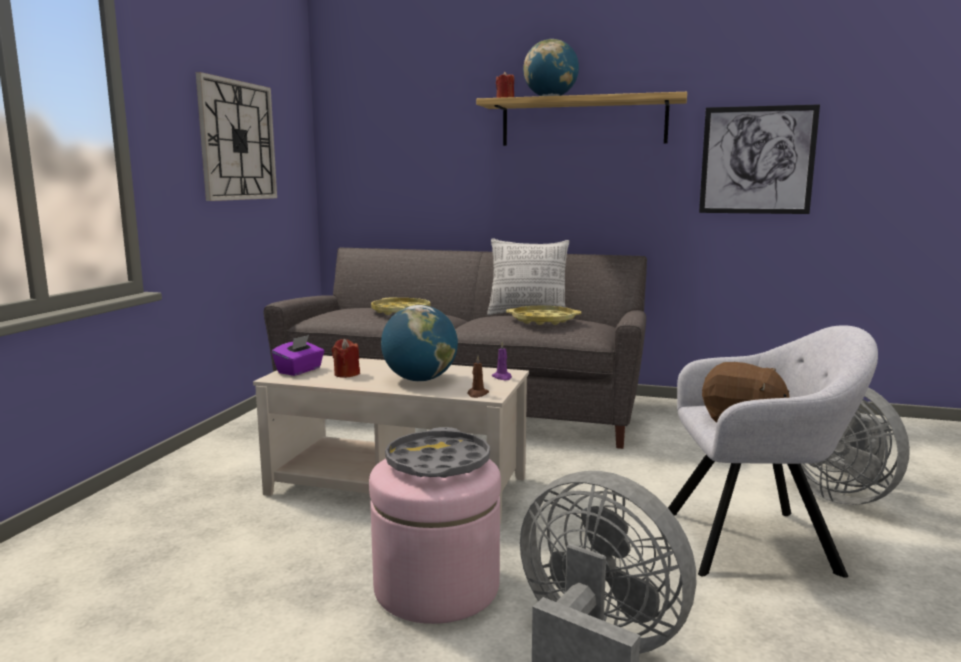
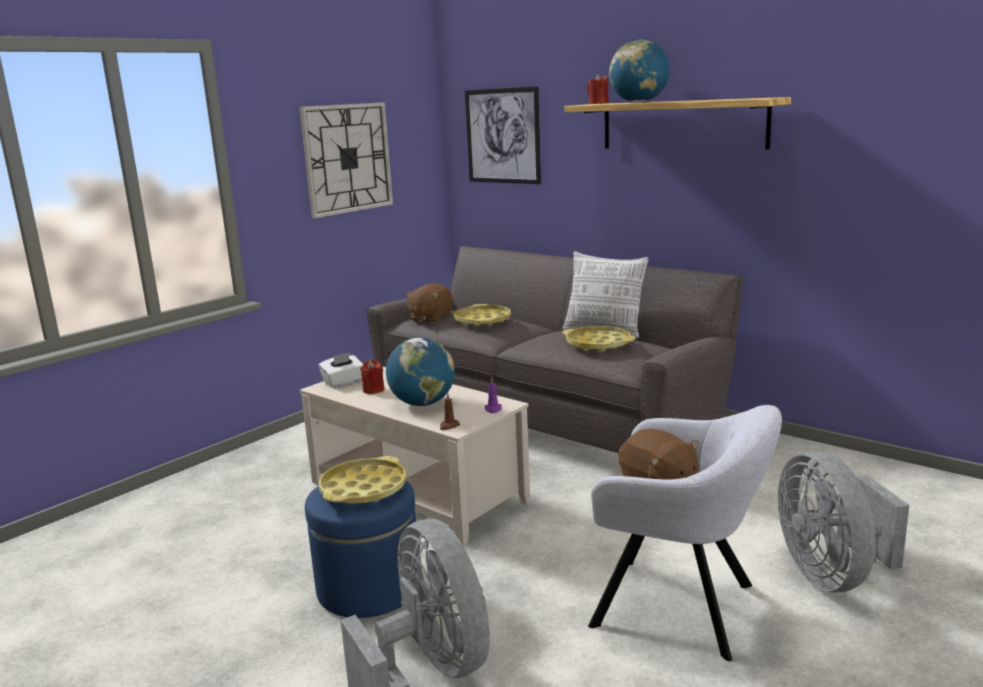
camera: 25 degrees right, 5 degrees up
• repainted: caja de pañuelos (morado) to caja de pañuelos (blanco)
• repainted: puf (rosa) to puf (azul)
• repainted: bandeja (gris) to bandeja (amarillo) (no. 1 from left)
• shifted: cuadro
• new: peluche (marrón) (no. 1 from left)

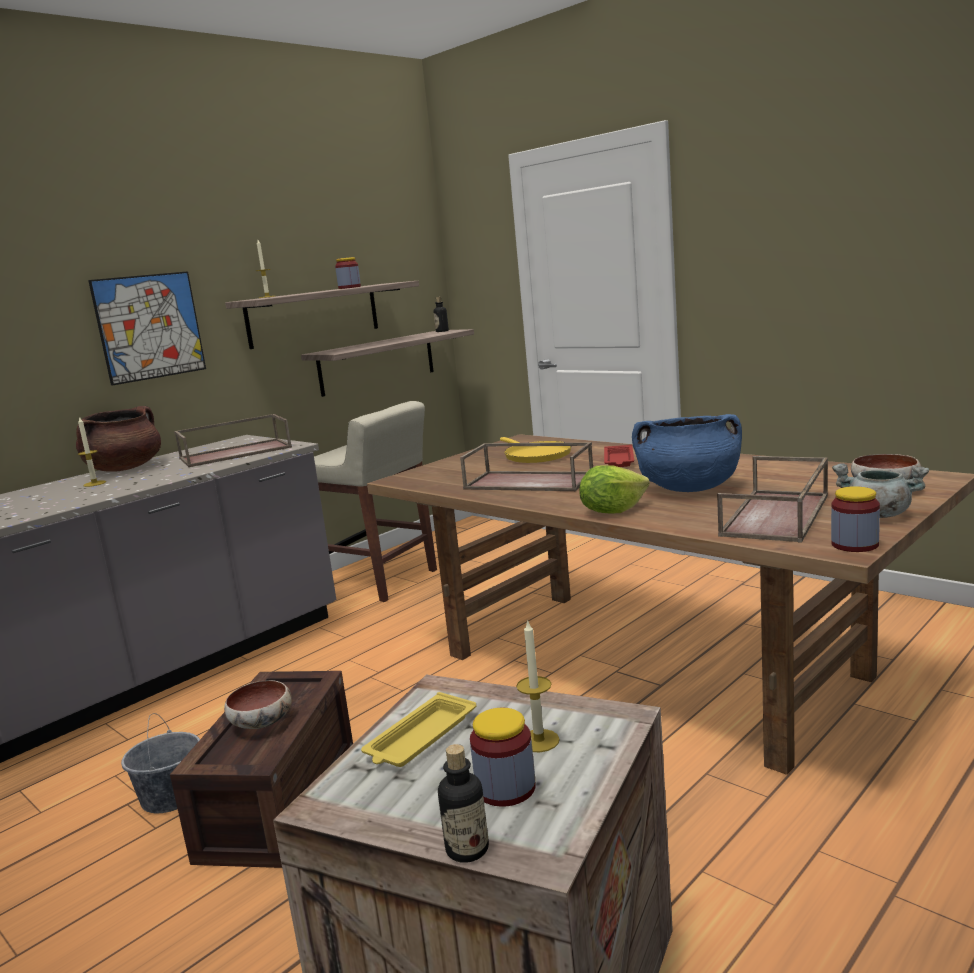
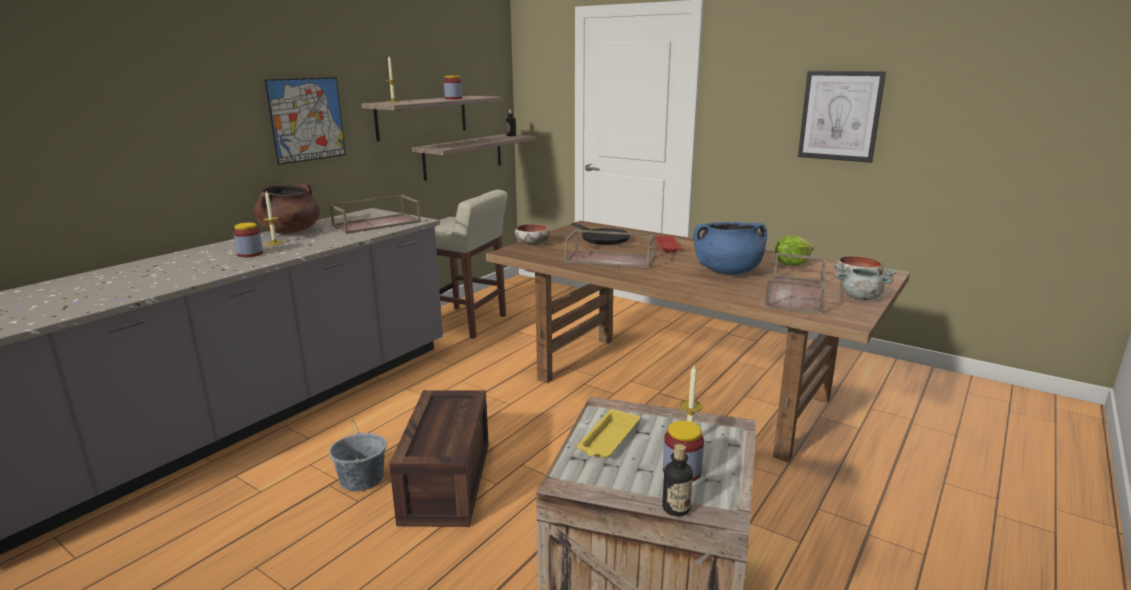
camera: 10 degrees left, 5 degrees up
• shifted: cuenco (no. 1 from left)
• repainted: sartén (amarillo) to sartén (negro)
• shifted: lechuga
• shifted: tarro (no. 3 from left in the first image) to tarro (no. 1 from left)
• new: cuadro (no. 2 from left)

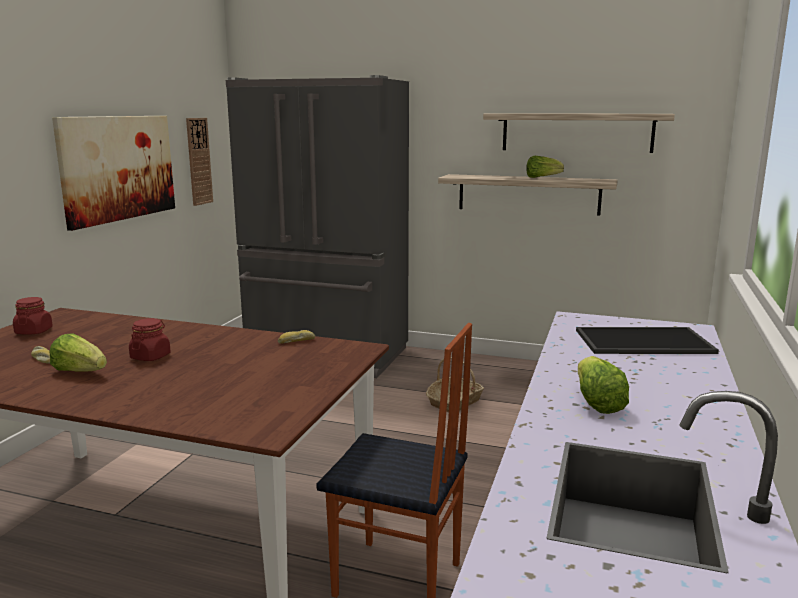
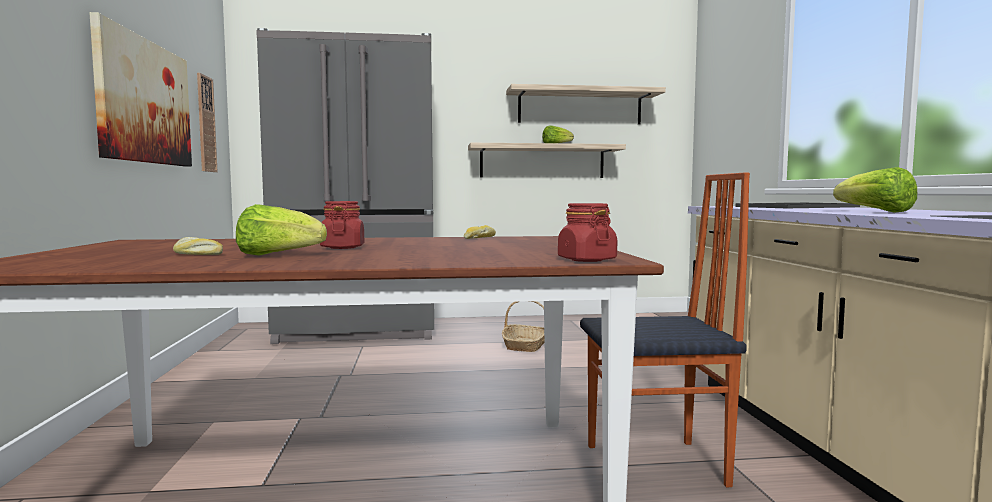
camera: 25 degrees left, 10 degrees down
• shifted: tarro (rojo) (no. 1 from left in the first image) to tarro (rojo) (no. 2 from left)

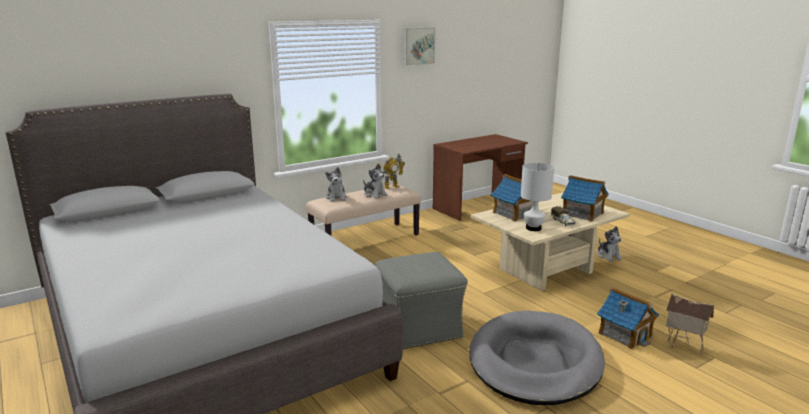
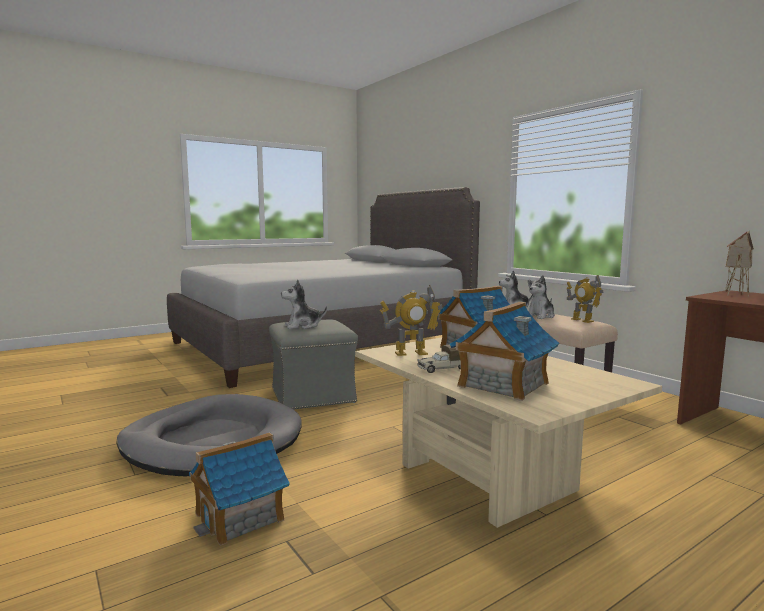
camera: 90 degrees right, 10 degrees down
• gone: cuadro
• swapped: lámpara de mesa (blanco) to robot de juguete (no. 1 from left)
• shifted: peluche (no. 3 from left in the first image) to peluche (no. 1 from left)
• shifted: casita (no. 4 from left)

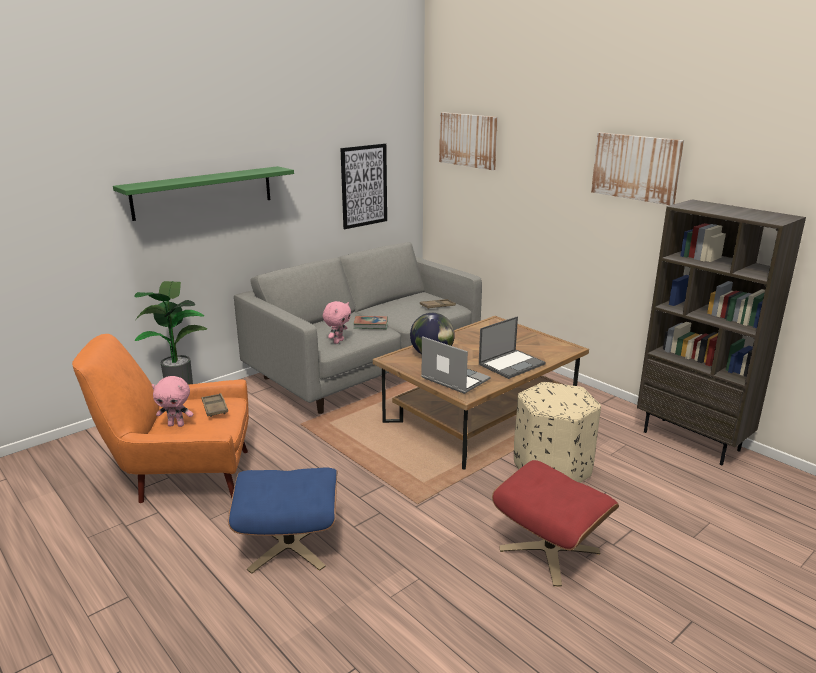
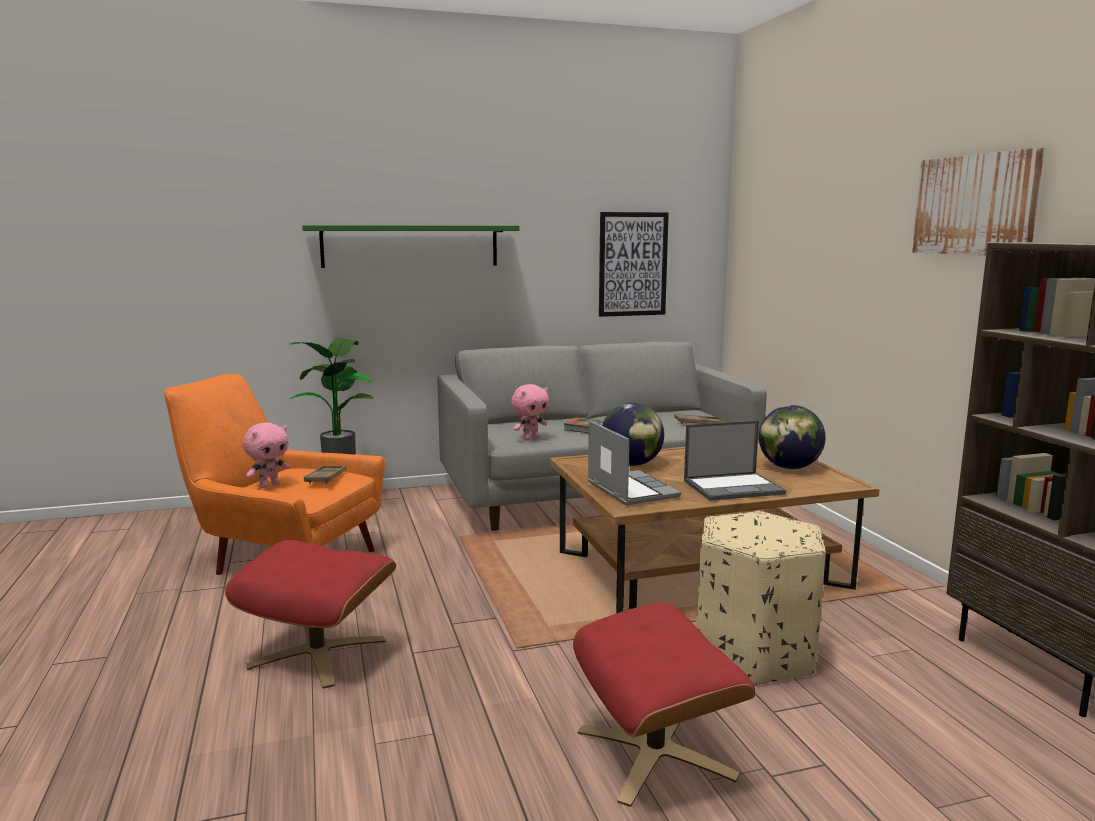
camera: 25 degrees right, 10 degrees down
• rotated: peluche (rosa) (no. 1 from left) 75 degrees counterclockwise
• repainted: puf (azul) to puf (rojo) (no. 1 from left)
• gone: cuadro (no. 2 from left)
• new: globo terráqueo (no. 2 from left)

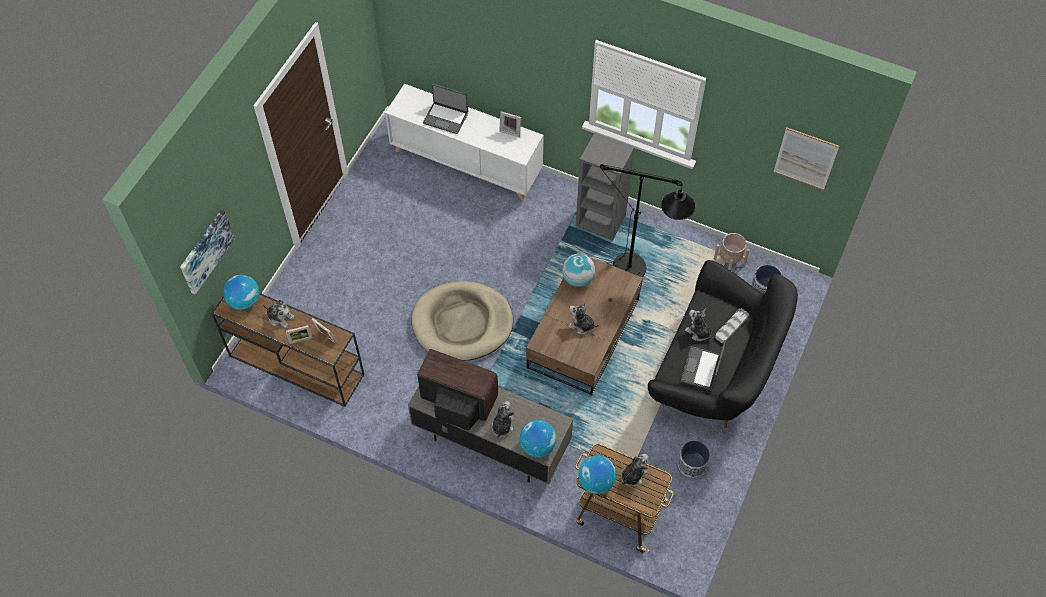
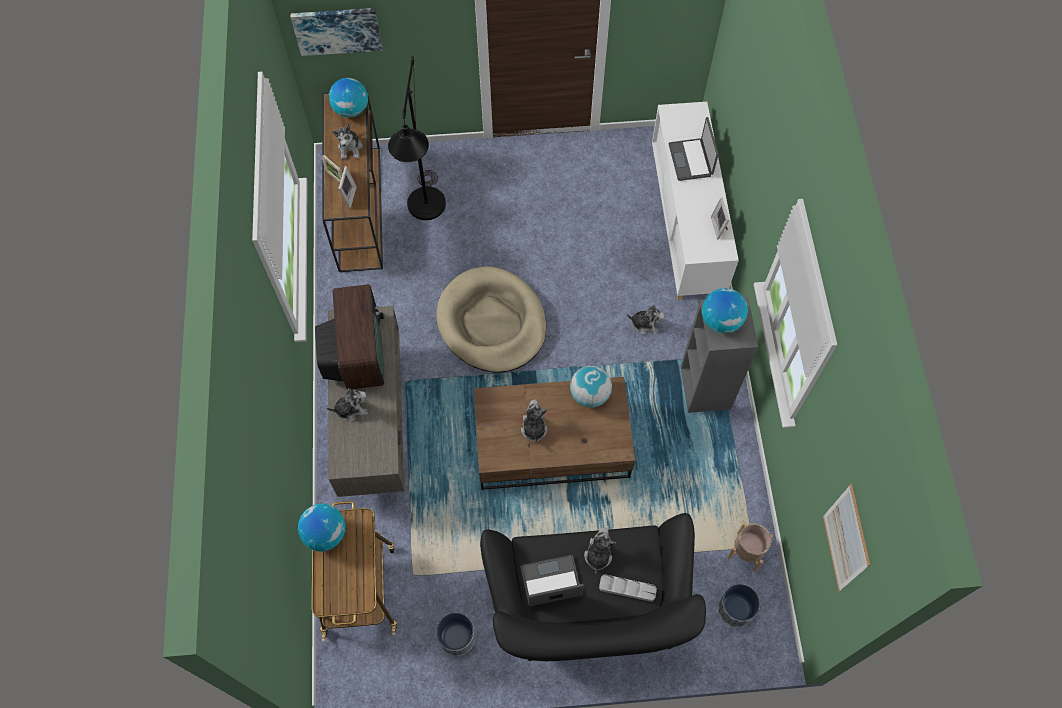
camera: 60 degrees right, 5 degrees up
• shifted: globo terráqueo (no. 2 from left in the first image) to globo terráqueo (no. 4 from left)
• shifted: lámpara de pie (negro)
• shifted: peluche (no. 4 from left in the first image) to peluche (no. 5 from left)

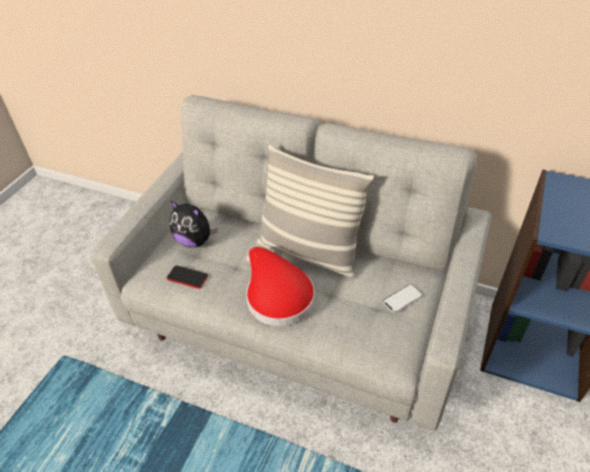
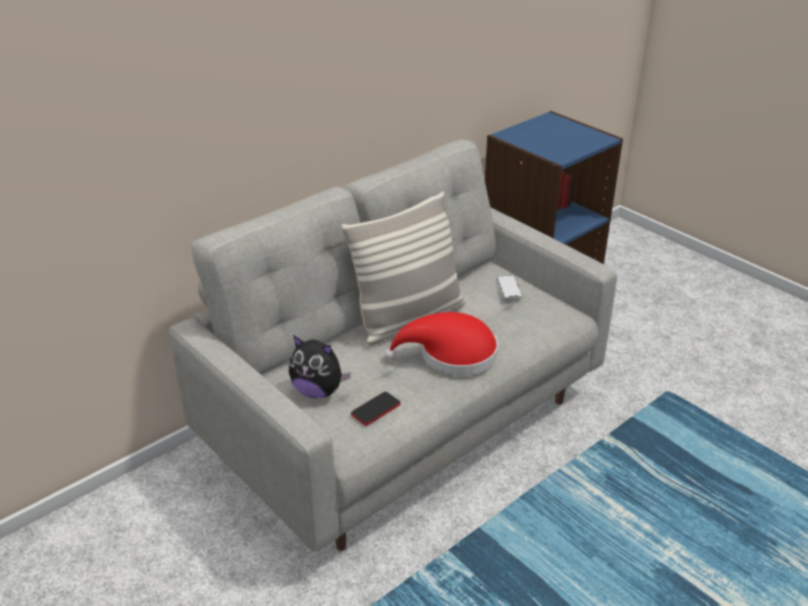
camera: 65 degrees left, 10 degrees down
• rotated: peluche 60 degrees clockwise

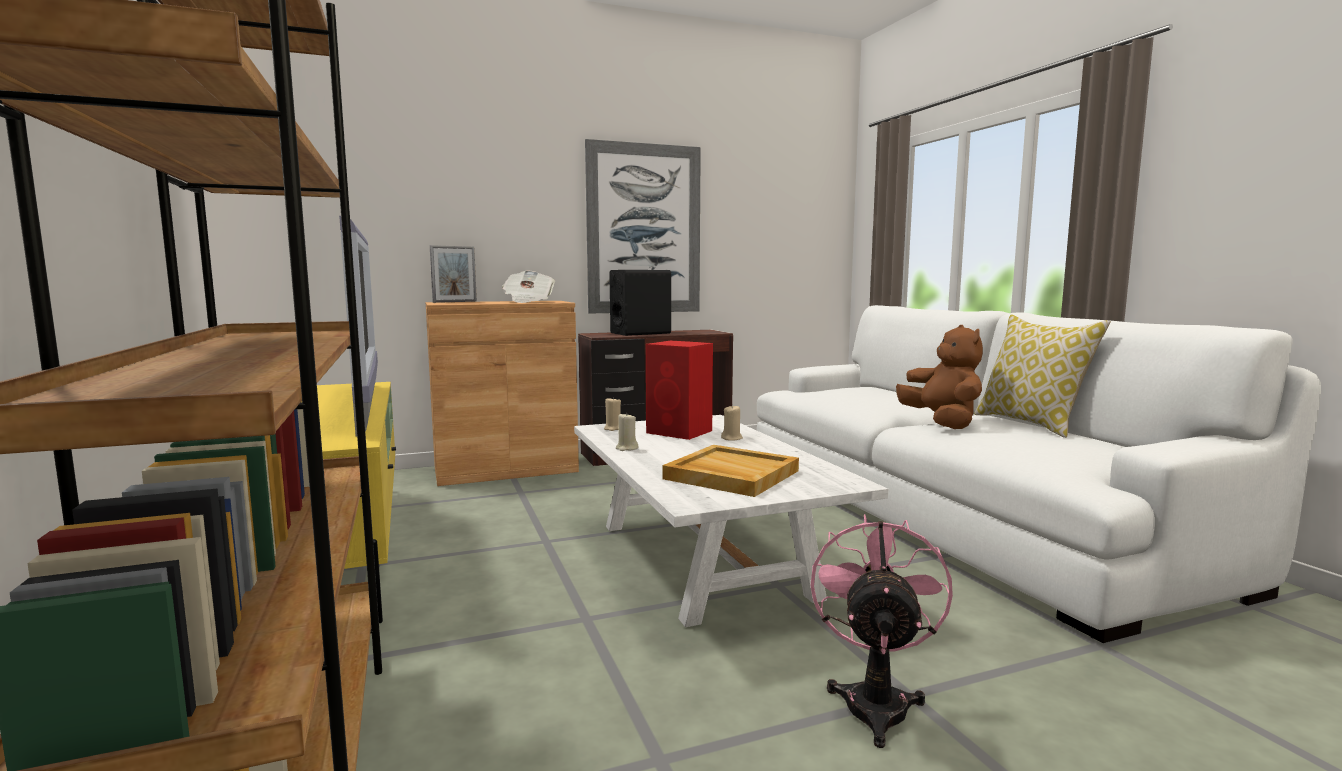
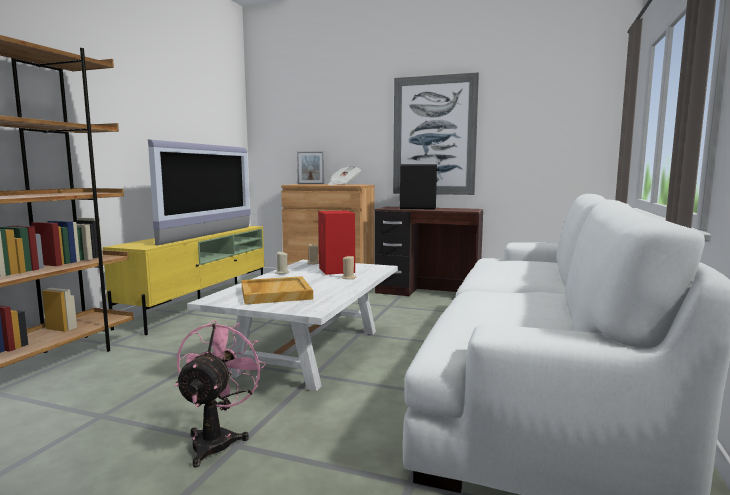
camera: 40 degrees right, 0 degrees up
• rotated: ventilador (rosa) 45 degrees counterclockwise
• gone: peluche (marrón)
• gone: cojín

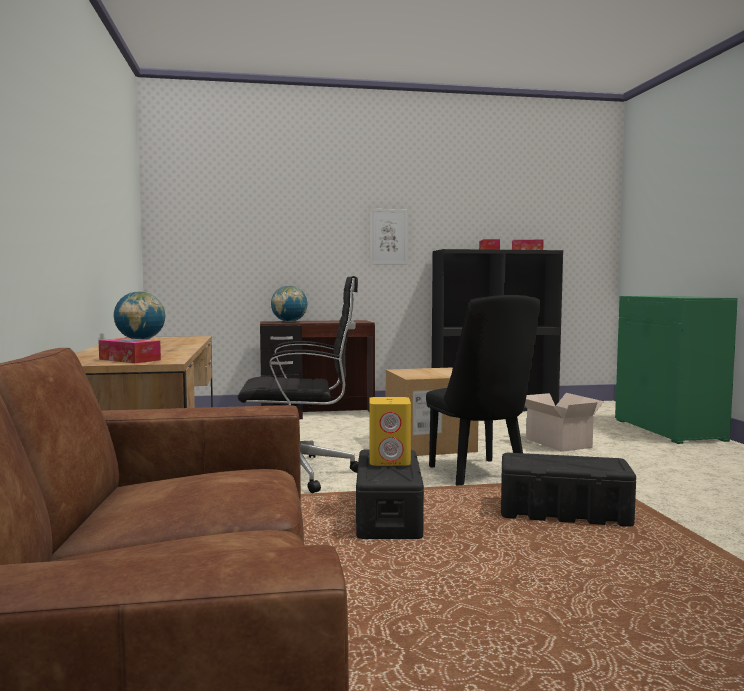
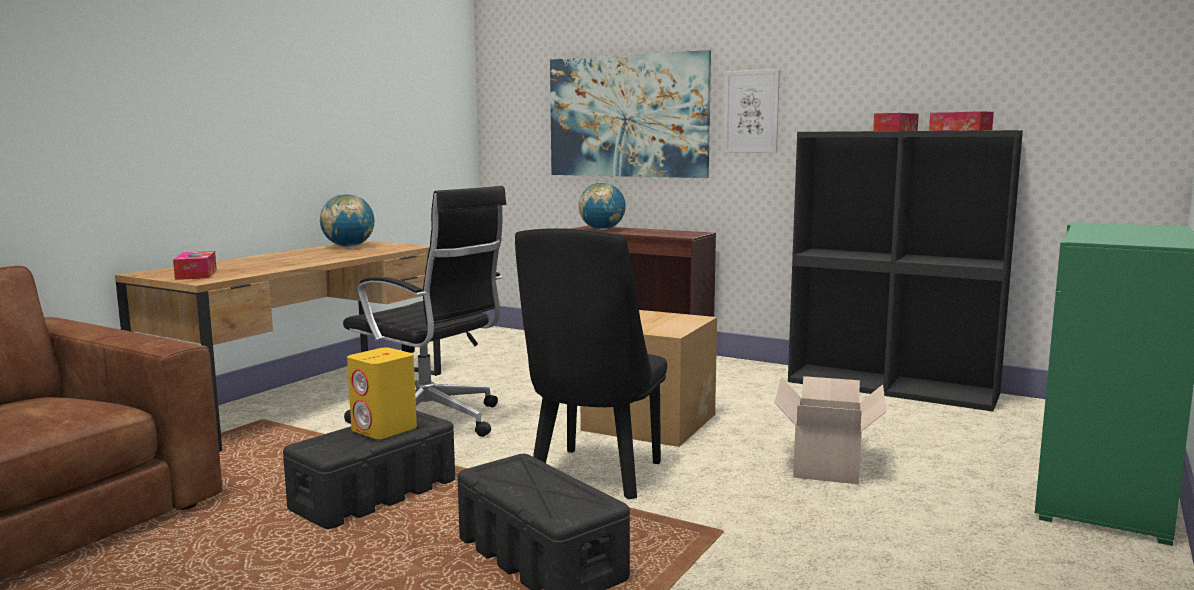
camera: 40 degrees right, 5 degrees up
• new: cuadro (no. 1 from left)

